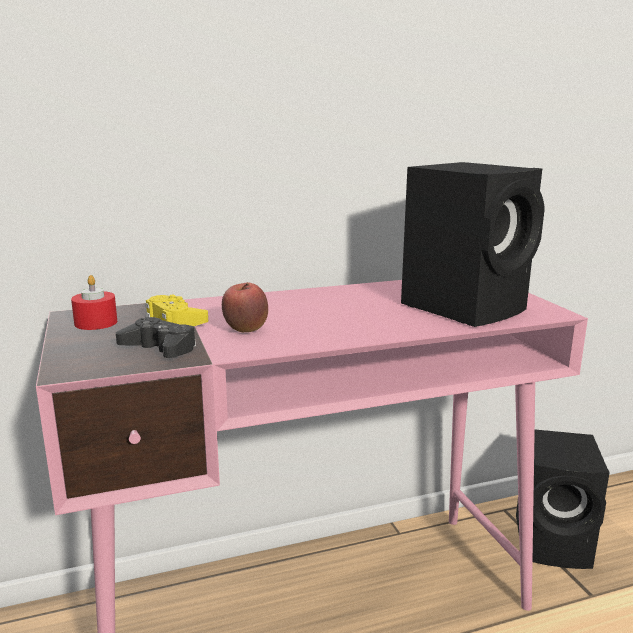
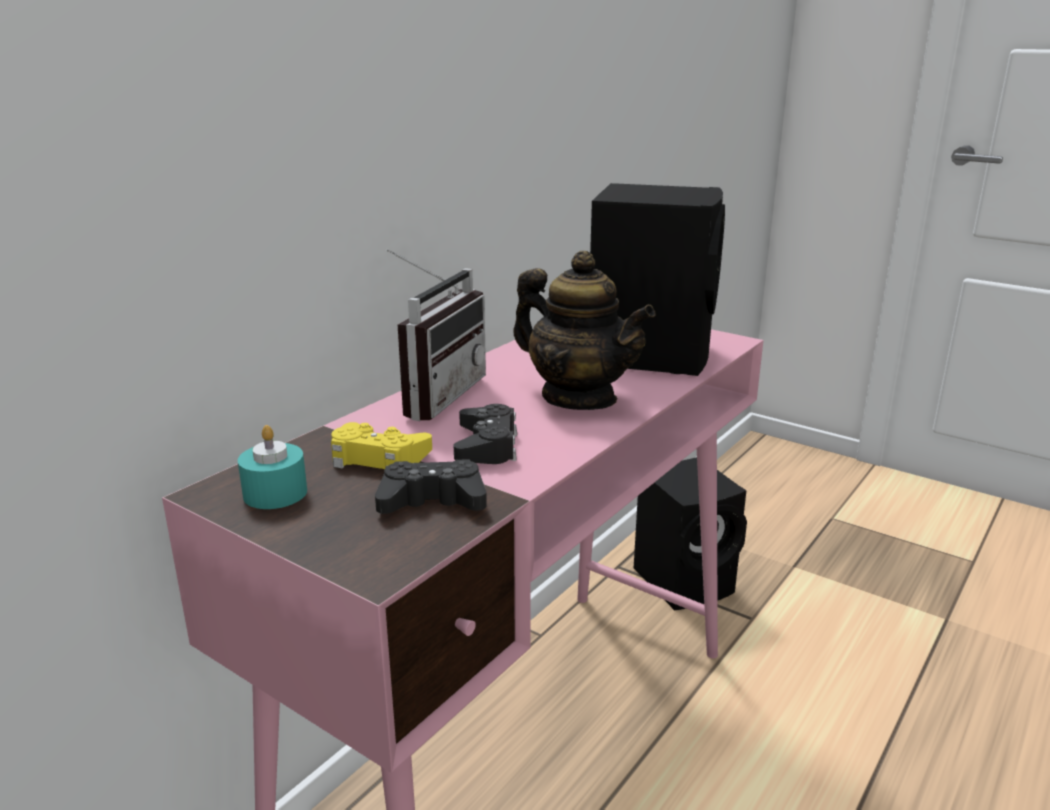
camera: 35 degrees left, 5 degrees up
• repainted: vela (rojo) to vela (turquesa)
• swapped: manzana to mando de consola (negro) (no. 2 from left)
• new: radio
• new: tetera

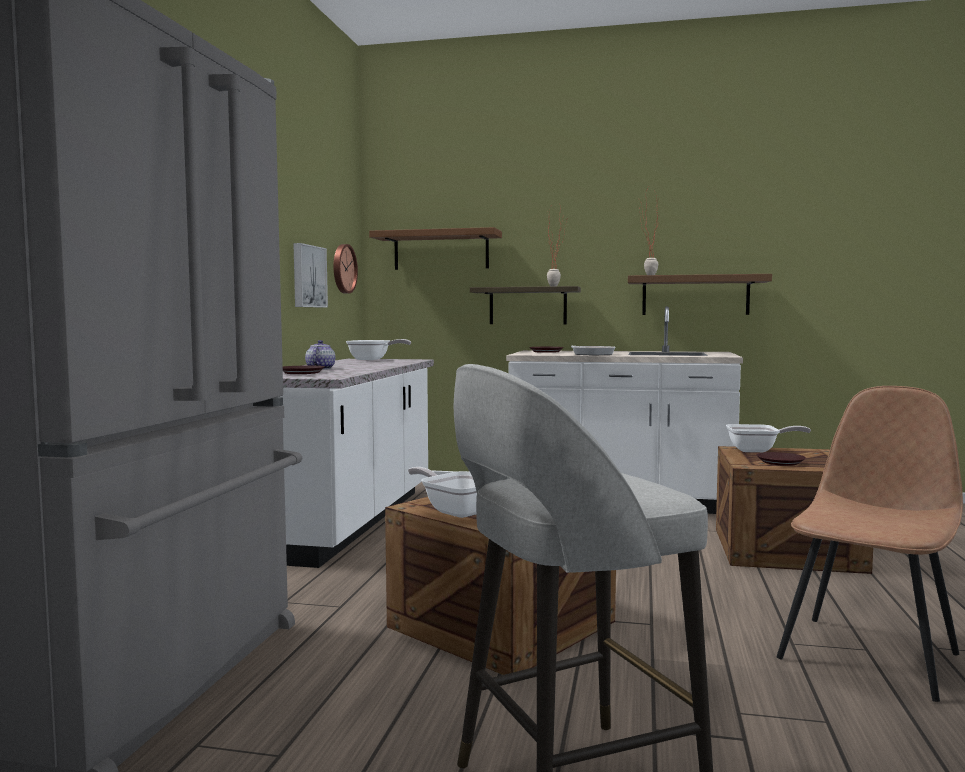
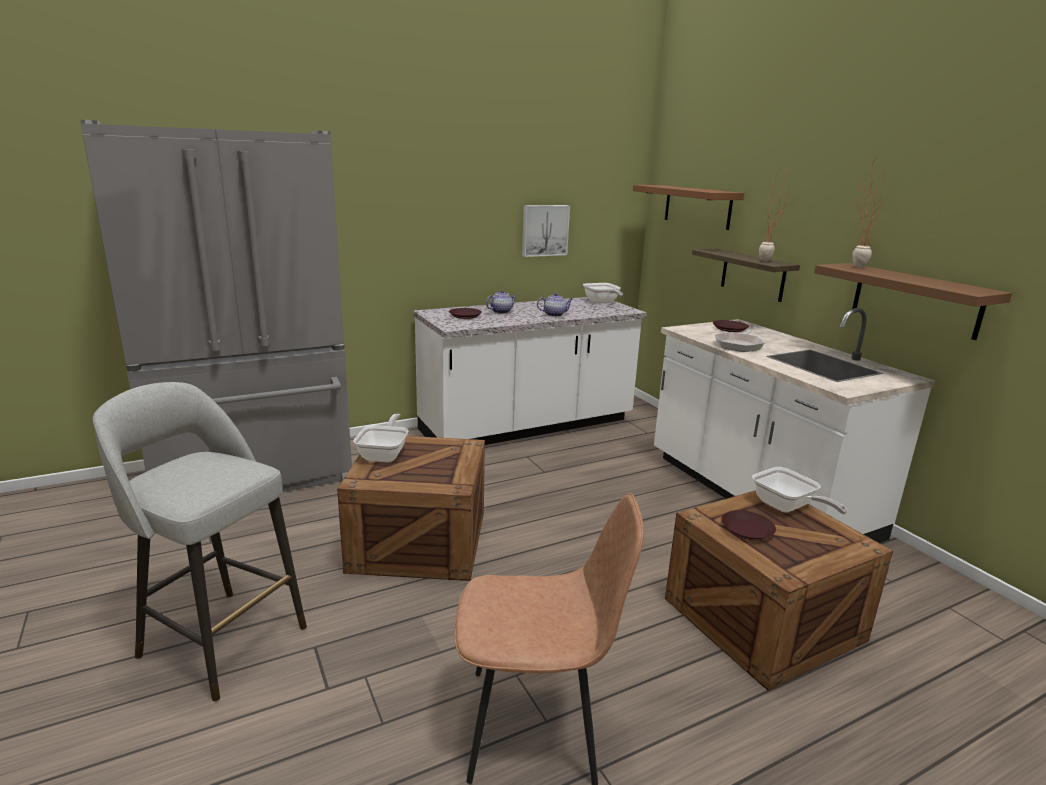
camera: 50 degrees right, 15 degrees up
• gone: reloj de pared
• new: tetera (no. 2 from left)

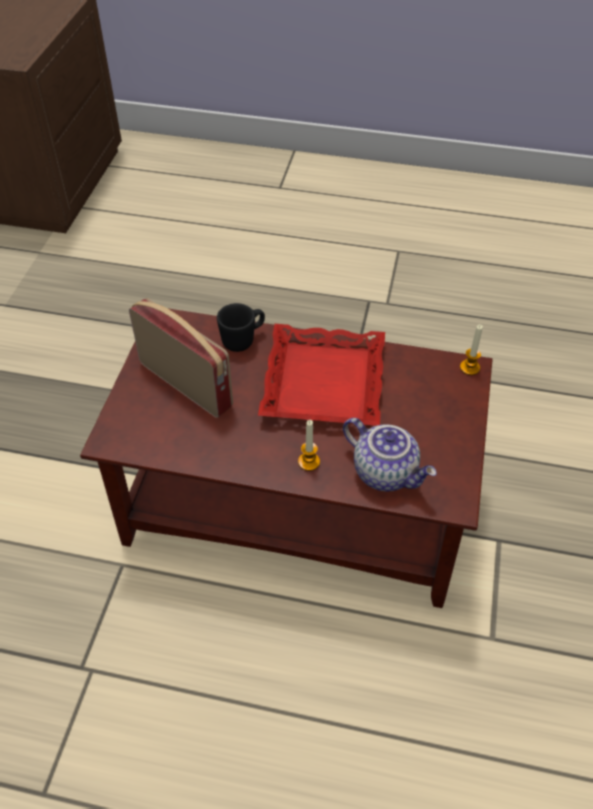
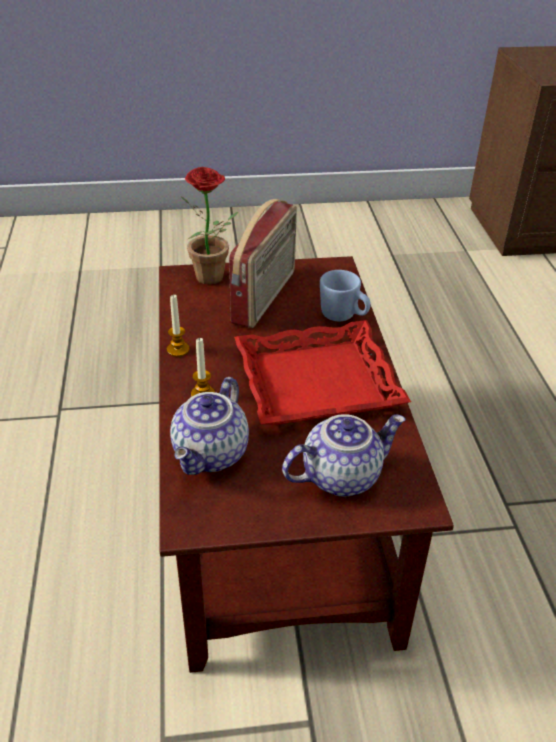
camera: 70 degrees right, 10 degrees down
• repainted: taza grande (negro) to taza grande (azul)
• shifted: vela (no. 2 from left in the first image) to vela (no. 1 from left)
• new: planta en maceta
• new: tetera (no. 2 from left)

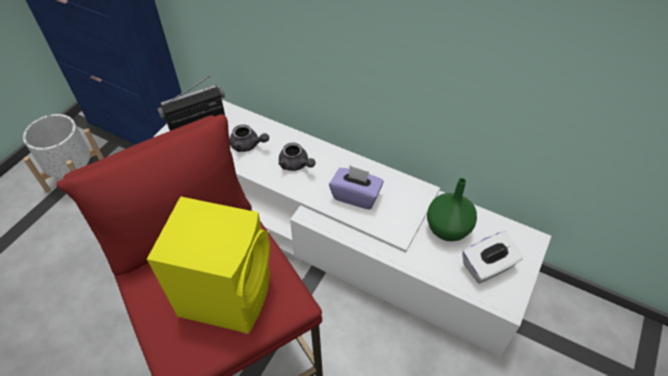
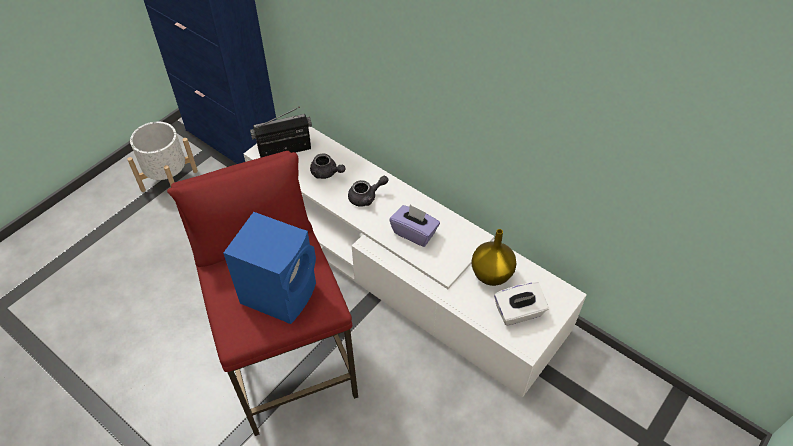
camera: 10 degrees right, 0 degrees up
• repainted: altavoz (amarillo) to altavoz (azul)
• rotated: tetera (gris) (no. 2 from left) 75 degrees counterclockwise
• repainted: florero (verde) to florero (amarillo)

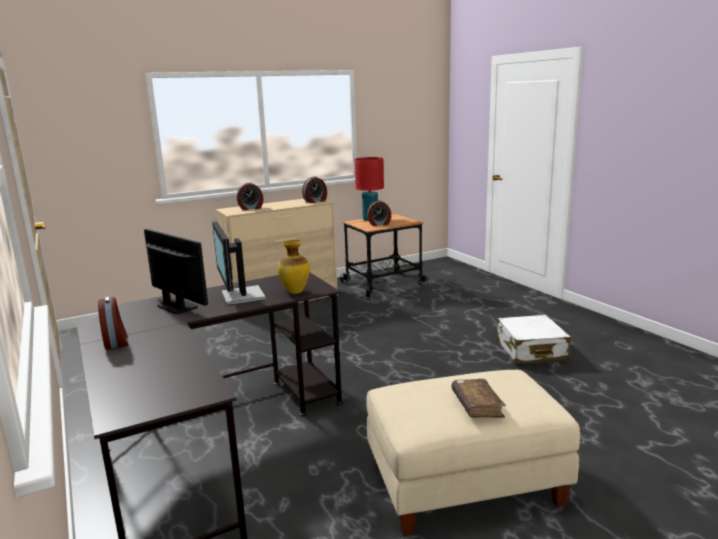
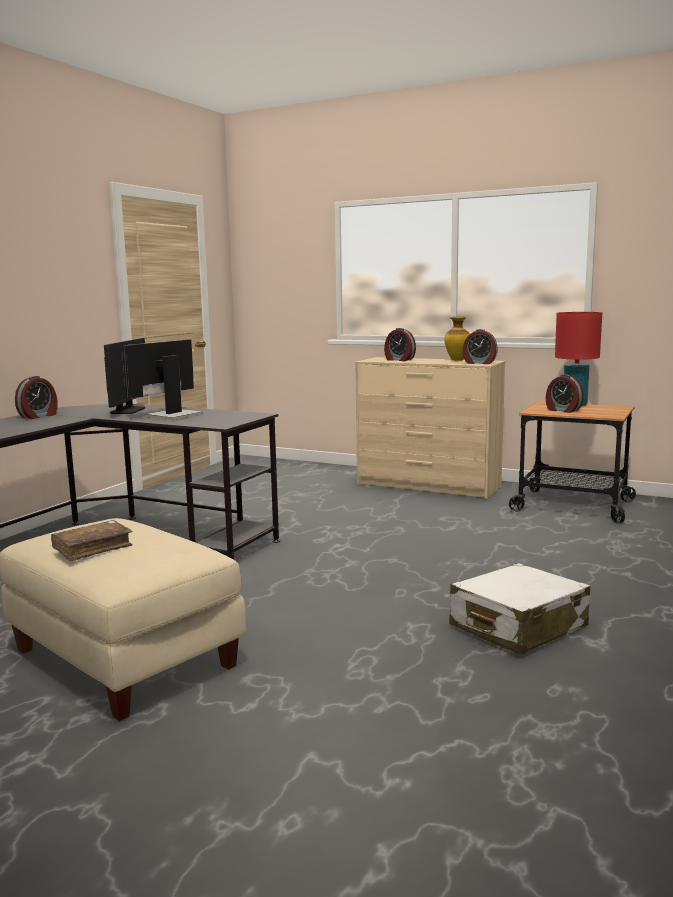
camera: 55 degrees right, 5 degrees down
• shifted: florero

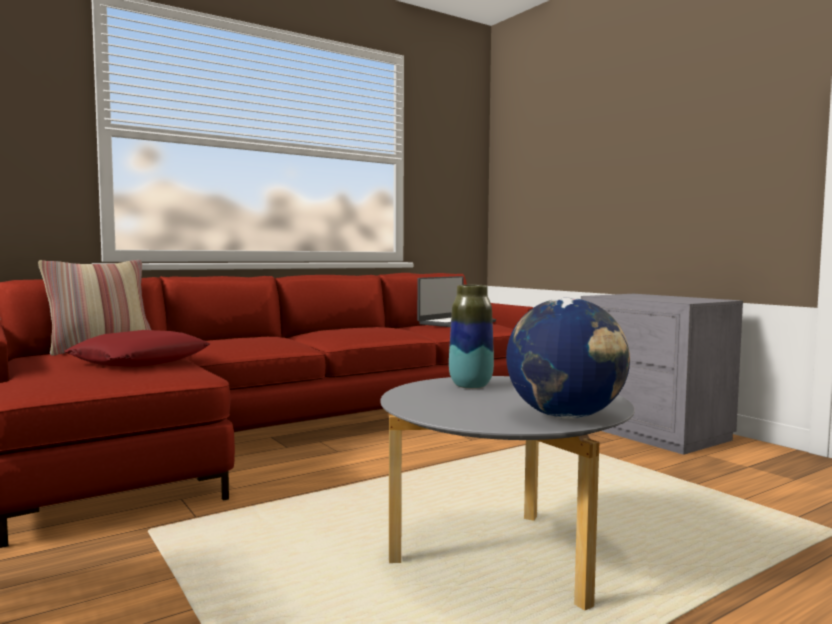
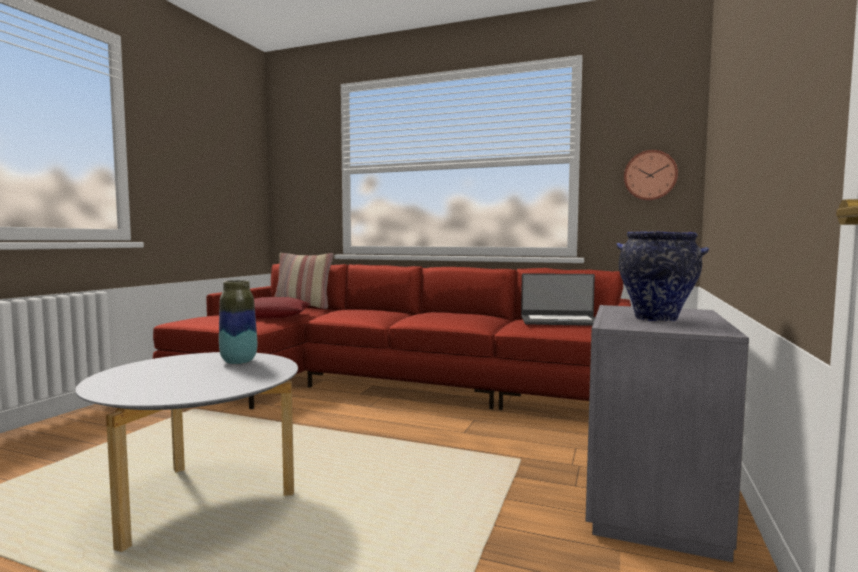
camera: 55 degrees right, 0 degrees up
• gone: globo terráqueo
• new: florero (no. 2 from left)
• new: reloj de pared

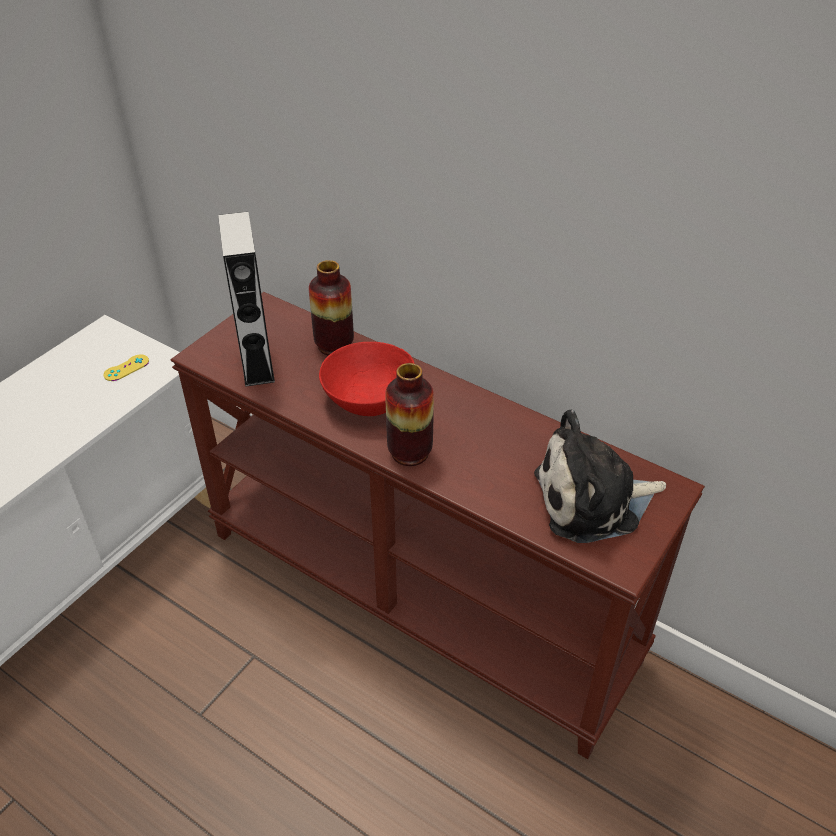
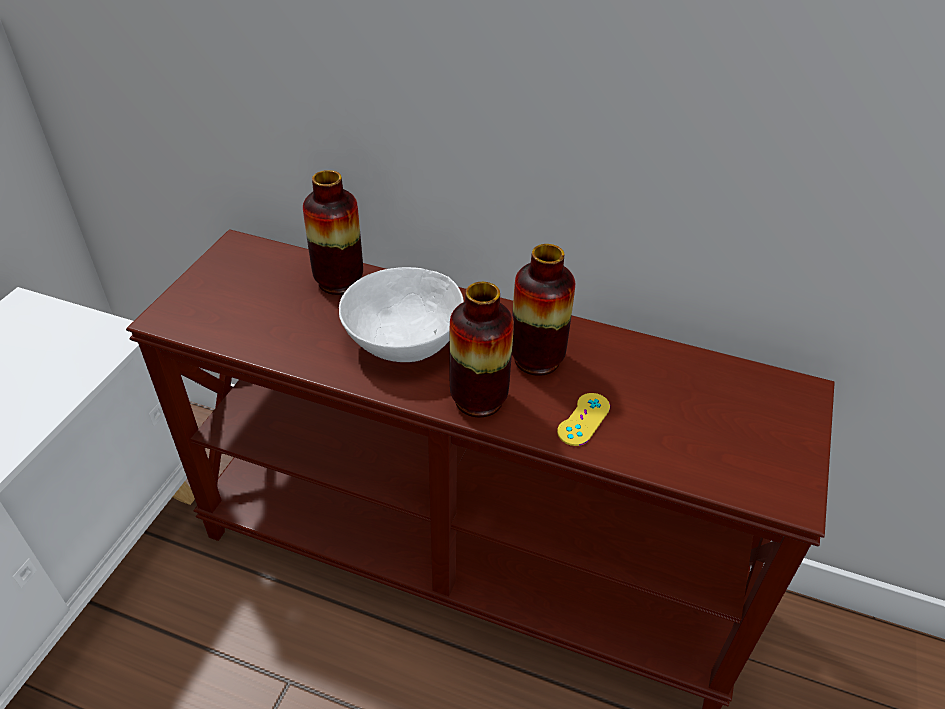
camera: 15 degrees left, 0 degrees up
• shifted: mando de consola (amarillo)
• gone: altavoz (gris)
• repainted: cuenco (rojo) to cuenco (blanco)
• gone: peluche
• new: florero (no. 3 from left)

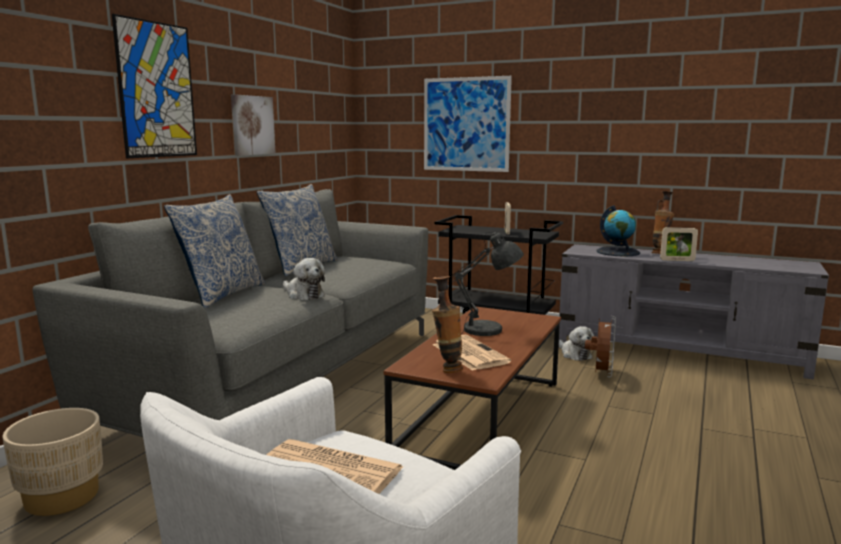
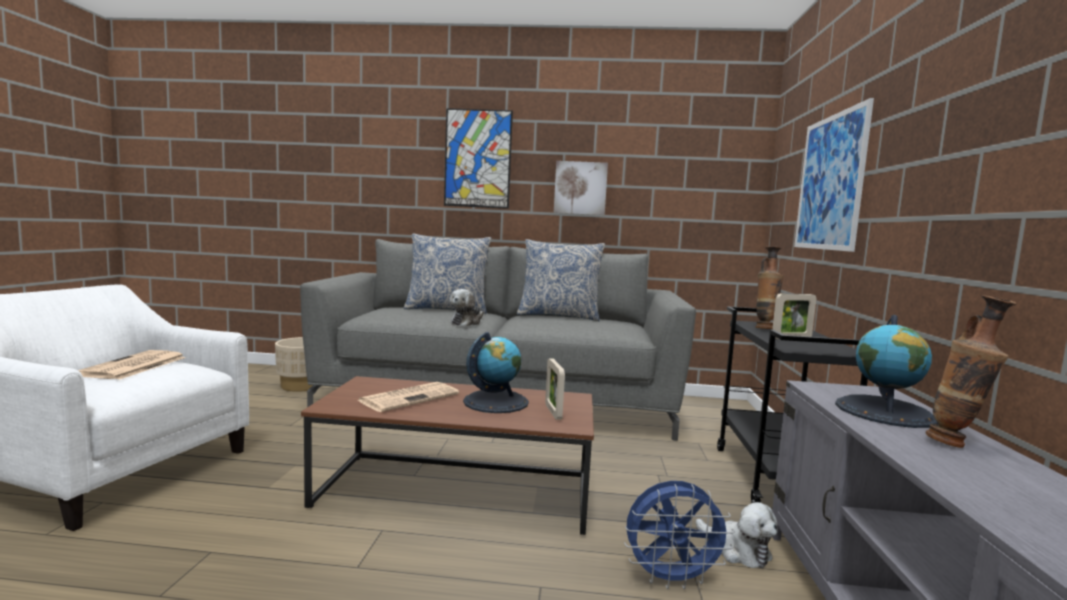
camera: 70 degrees right, 5 degrees down
• shifted: florero (no. 1 from left)
• swapped: lámpara de mesa (gris) to globo terráqueo (no. 1 from left)
• rotated: peluche (no. 2 from left) 90 degrees counterclockwise
• repainted: ventilador (marrón) to ventilador (azul)
• shifted: portarretratos (no. 2 from left in the first image) to portarretratos (no. 1 from left)

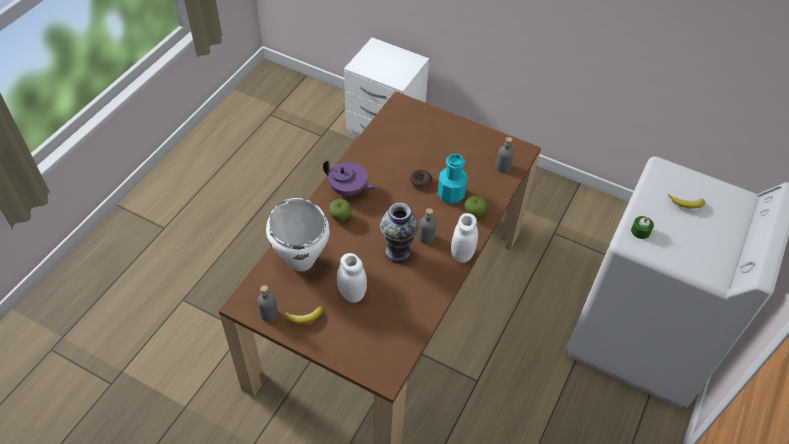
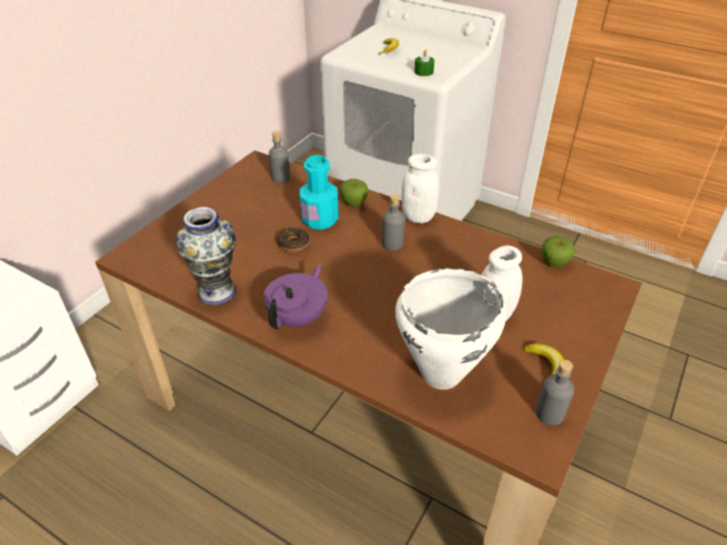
camera: 85 degrees left, 10 degrees down
• shifted: manzana (no. 1 from left in the first image) to manzana (no. 2 from left)
• shifted: florero

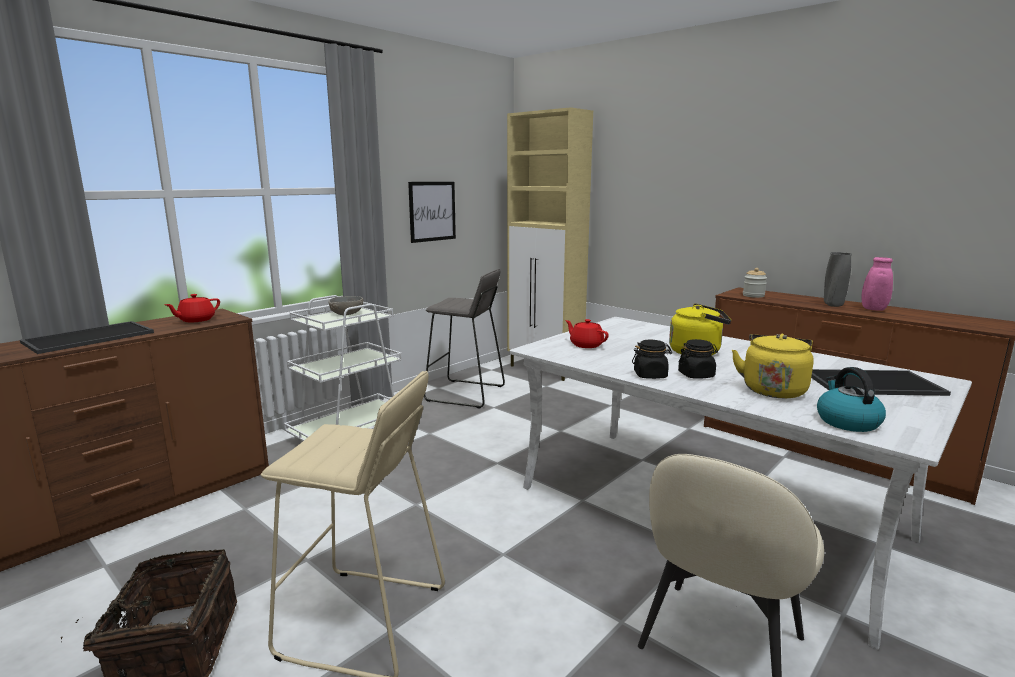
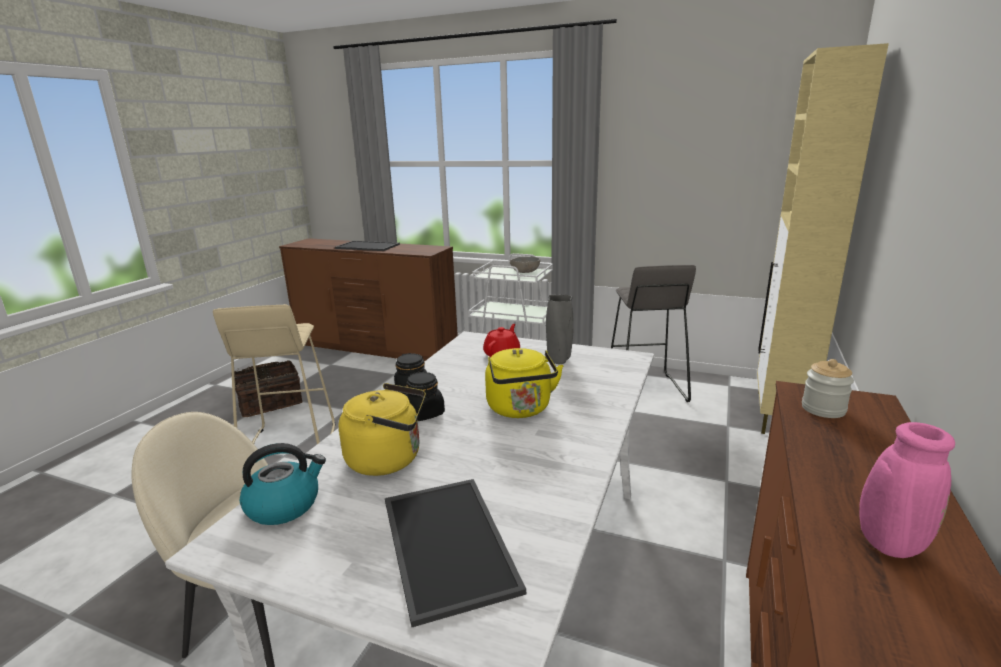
camera: 70 degrees right, 5 degrees up
• gone: tetera (rojo) (no. 1 from left)
• gone: cuadro
• shifted: florero (gris)

